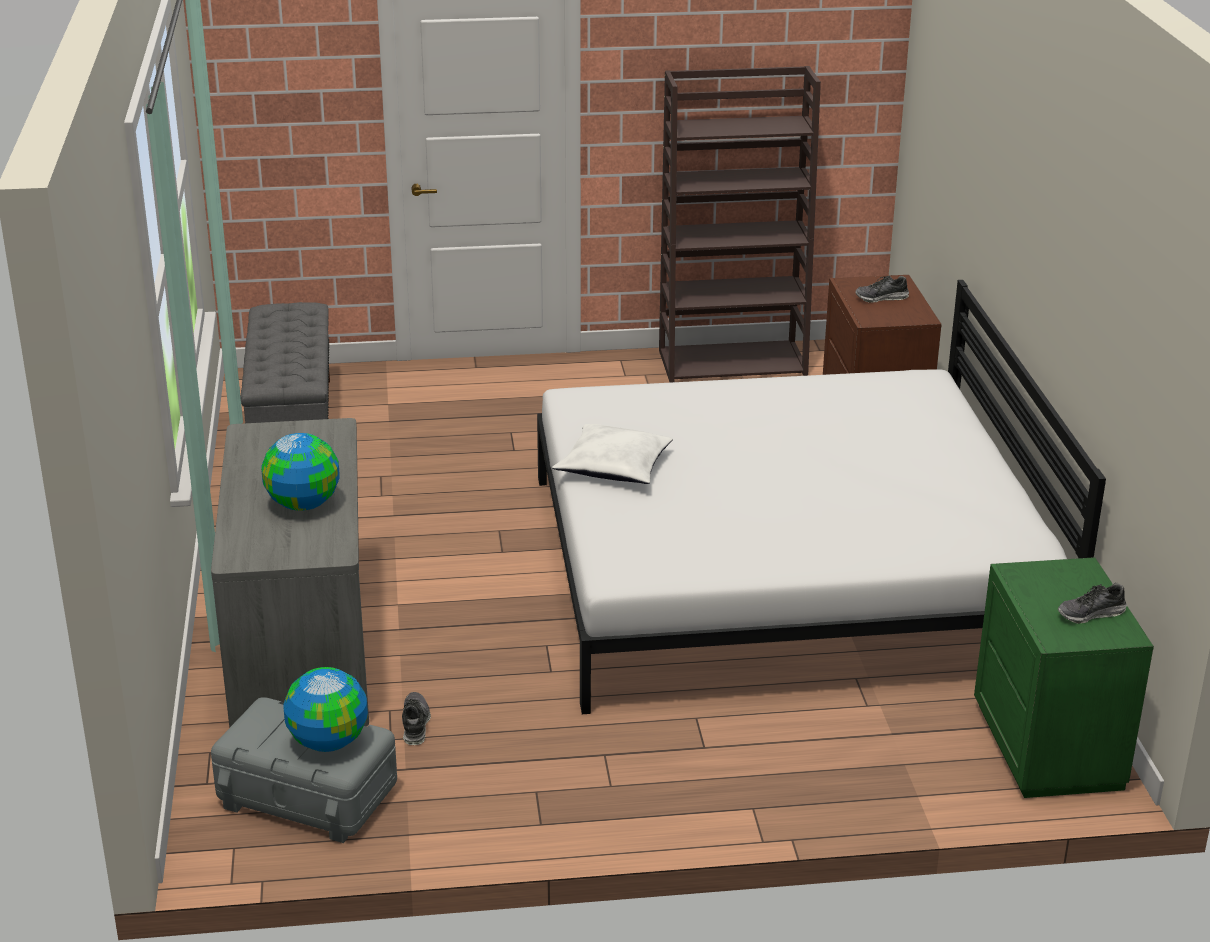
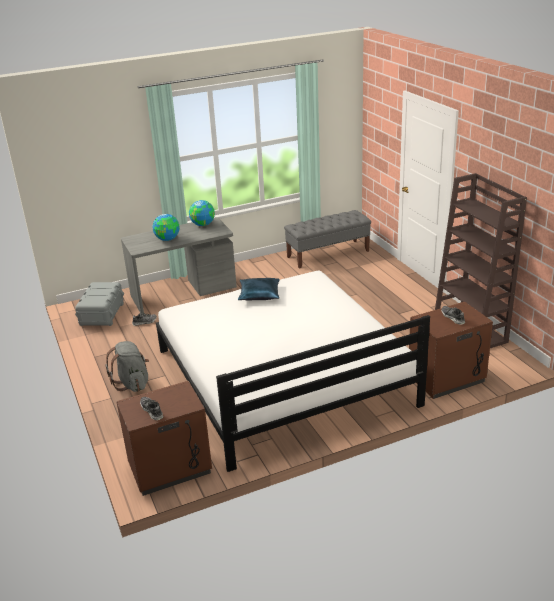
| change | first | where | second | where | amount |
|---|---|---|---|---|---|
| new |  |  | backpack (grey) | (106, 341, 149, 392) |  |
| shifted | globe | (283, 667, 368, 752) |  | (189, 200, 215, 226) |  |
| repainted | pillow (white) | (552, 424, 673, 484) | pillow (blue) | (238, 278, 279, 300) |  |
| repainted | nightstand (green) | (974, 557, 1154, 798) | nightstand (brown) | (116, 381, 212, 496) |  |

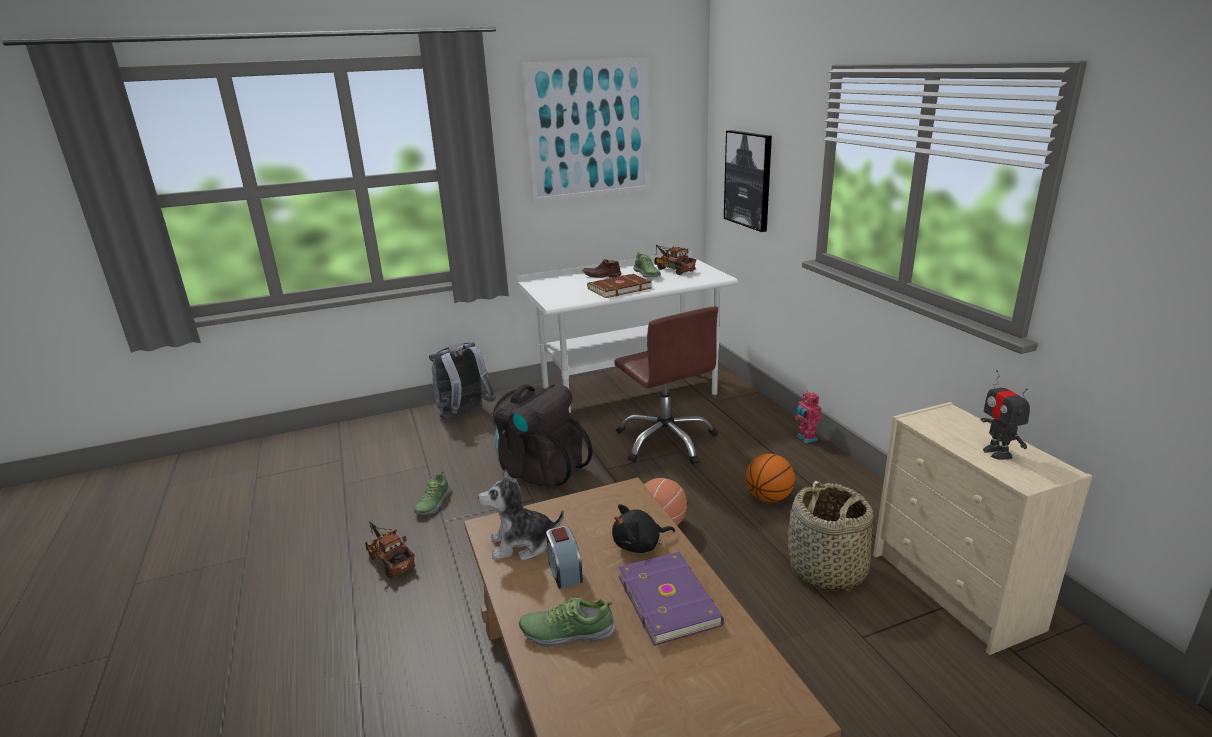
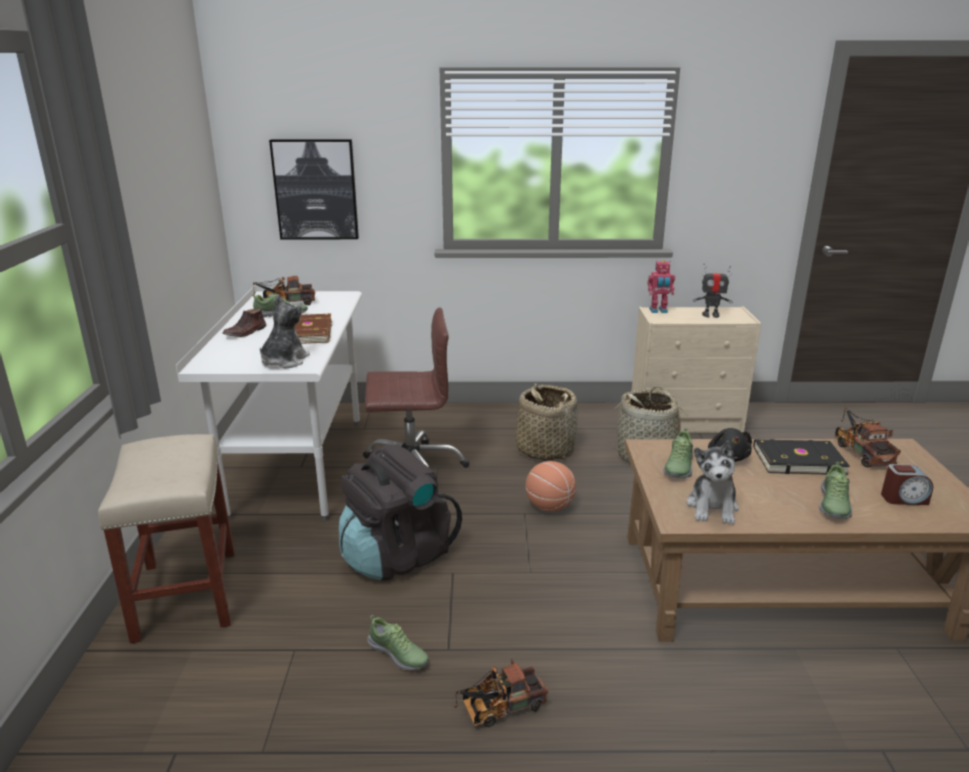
| change | first | where | second | where | amount |
|---|---|---|---|---|---|
| gone | picture | (521, 57, 650, 203) |  |  |  |
| new |  |  | plush toy | (260, 294, 310, 369) |  |
| new |  |  | shoe | (663, 428, 693, 478) |  |
| new |  |  | toy truck | (834, 408, 901, 468) |  |
| shifted | alarm clock | (546, 526, 583, 589) |  | (881, 464, 933, 505) |  |
| shifted | toy robot | (795, 390, 821, 443) |  | (647, 260, 675, 313) |  |
| swapped | backpack (grey) | (429, 342, 496, 419) | stool (beige) | (98, 434, 235, 643) |  |
| swapped | basketball | (746, 454, 795, 502) | basket | (516, 383, 578, 461) |  |
| repainted | book (purple) | (618, 552, 724, 646) | book (black) | (753, 439, 850, 475) |  |

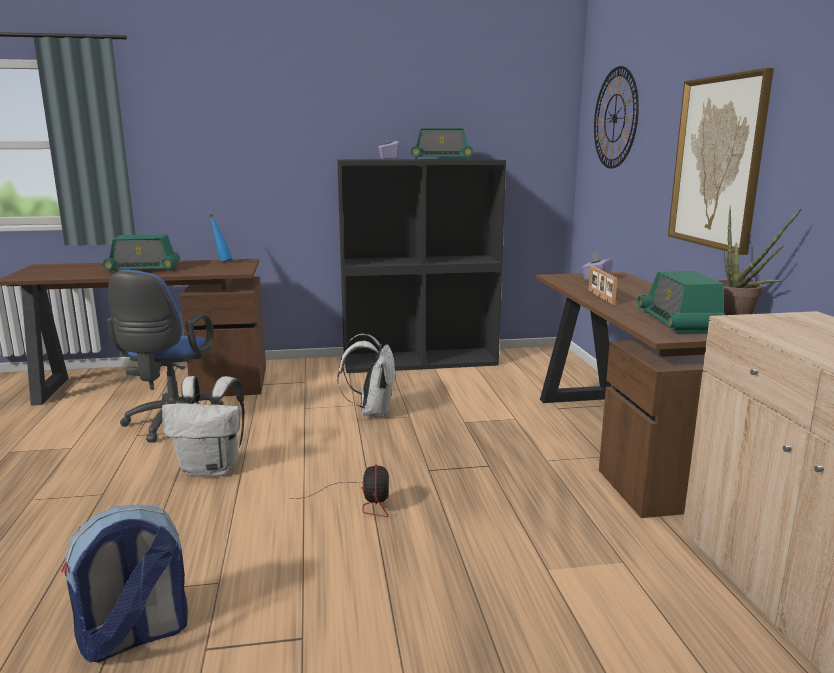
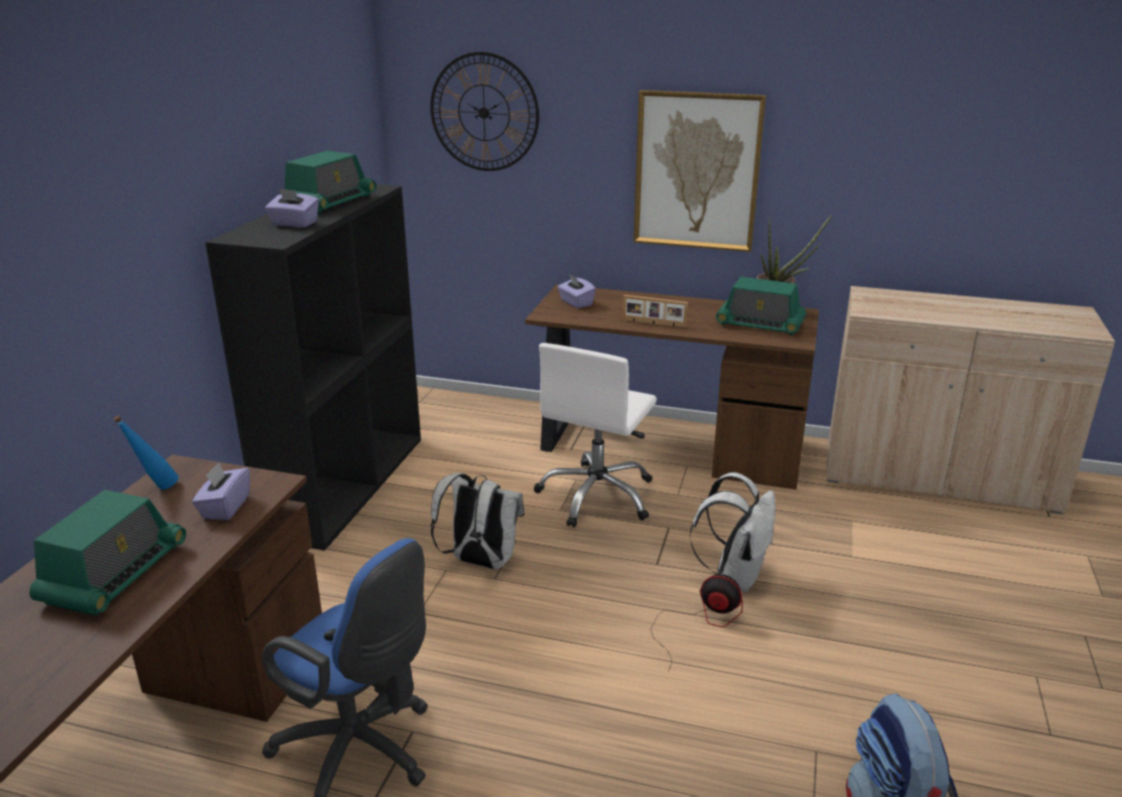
| change | first | where | second | where | amount |
|---|---|---|---|---|---|
| new |  |  | tissue box (purple) | (192, 462, 250, 520) |  |
| new |  |  | office chair (white) | (534, 343, 657, 528) |  |
| shifted | backpack (white) | (162, 376, 245, 477) |  | (690, 472, 776, 592) |  |

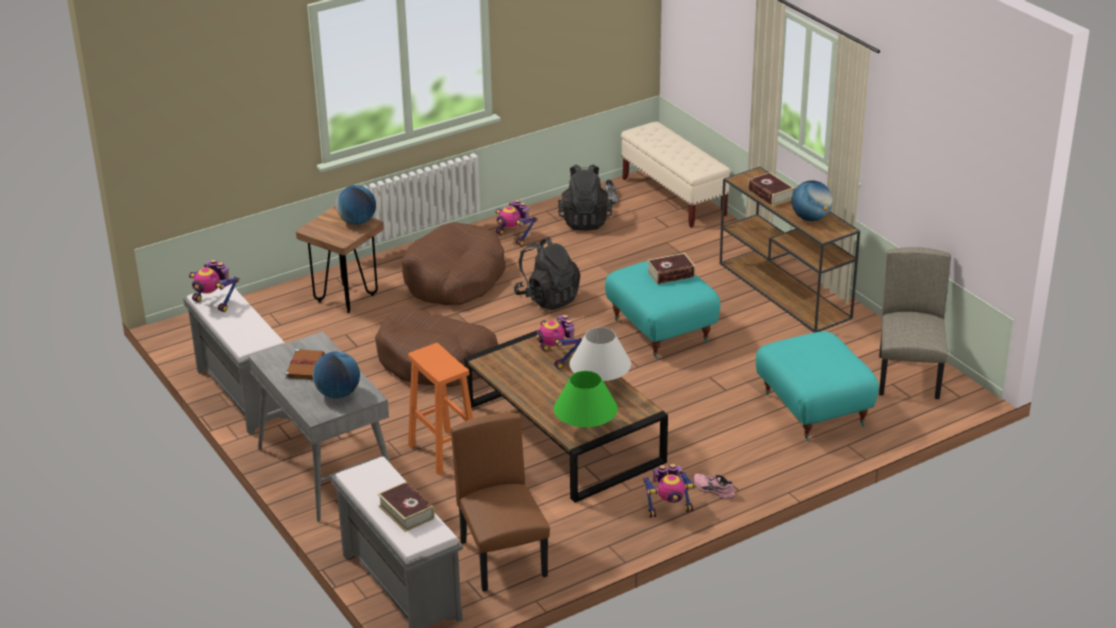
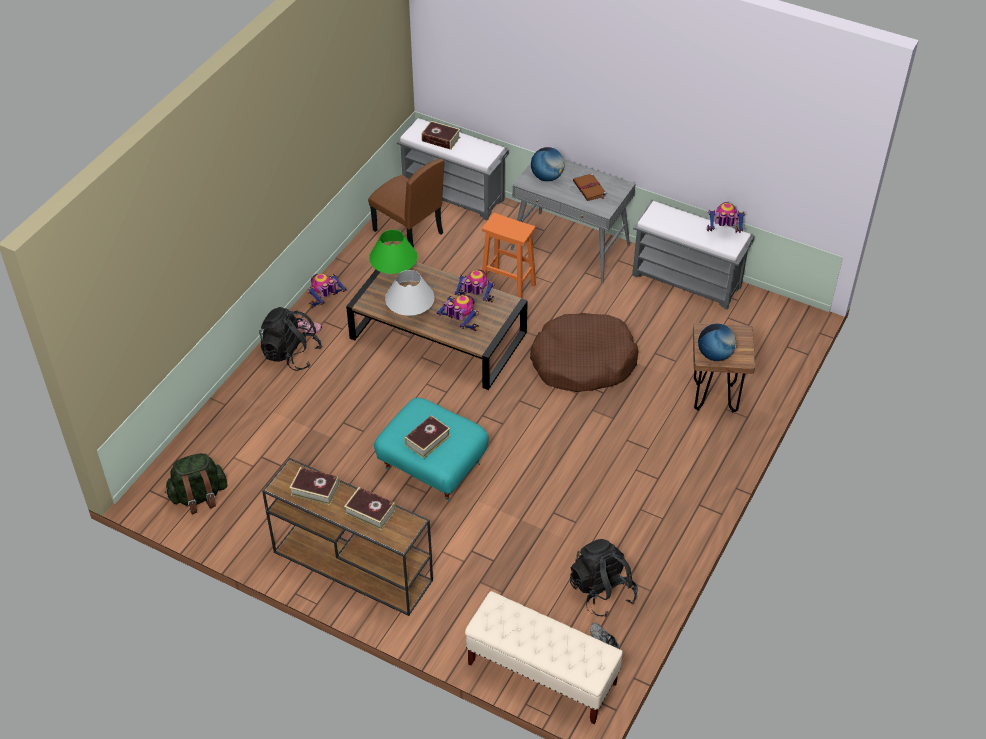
| change | first | where | second | where | amount |
|---|---|---|---|---|---|
| gone | dog bed (brown) | (401, 222, 506, 305) |  |  |  |
| gone | ottoman (turquoise) | (756, 331, 879, 441) |  |  |  |
| shifted | toy robot | (496, 200, 538, 246) |  | (454, 270, 495, 302) |  |
| shifted | backpack (black) | (514, 237, 580, 310) |  | (259, 307, 322, 371) |  |
| swapped | globe | (791, 180, 833, 221) | book | (290, 467, 340, 506) |  |
| swapped | chair (beige) | (879, 247, 951, 399) | backpack (green) | (165, 453, 227, 514) |  |

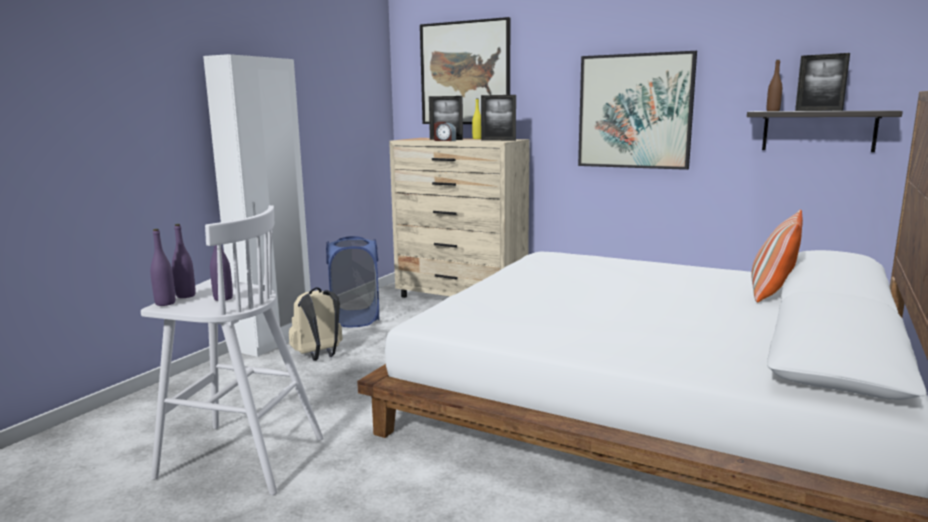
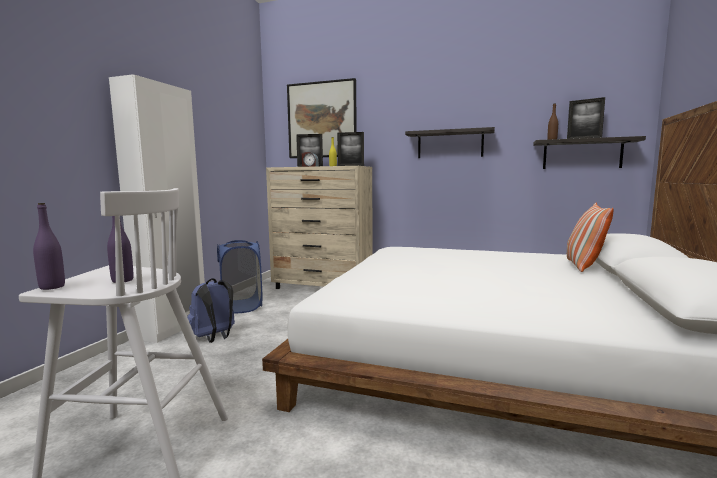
| change | first | where | second | where | amount |
|---|---|---|---|---|---|
| gone | bottle (purple) | (172, 224, 196, 298) |  |  |  |
| swapped | picture | (578, 51, 697, 170) | shelf | (405, 127, 495, 158) |  |
| repainted | backpack (beige) | (289, 287, 343, 361) | backpack (blue) | (187, 278, 235, 343) |  |

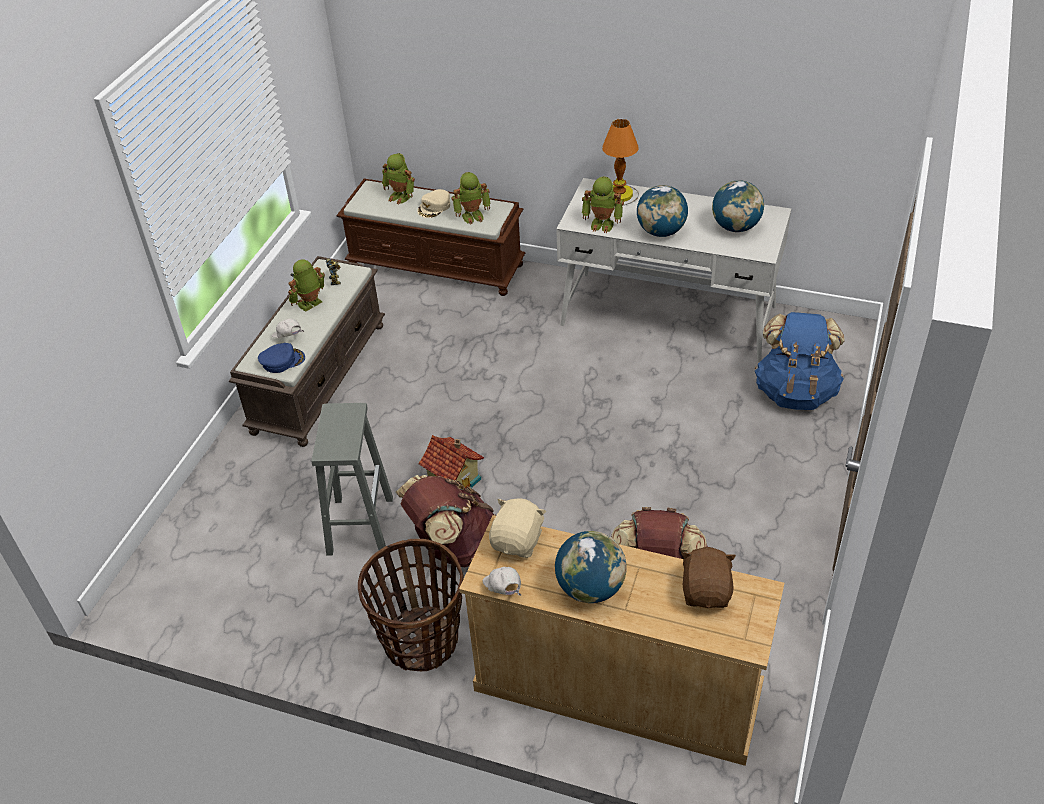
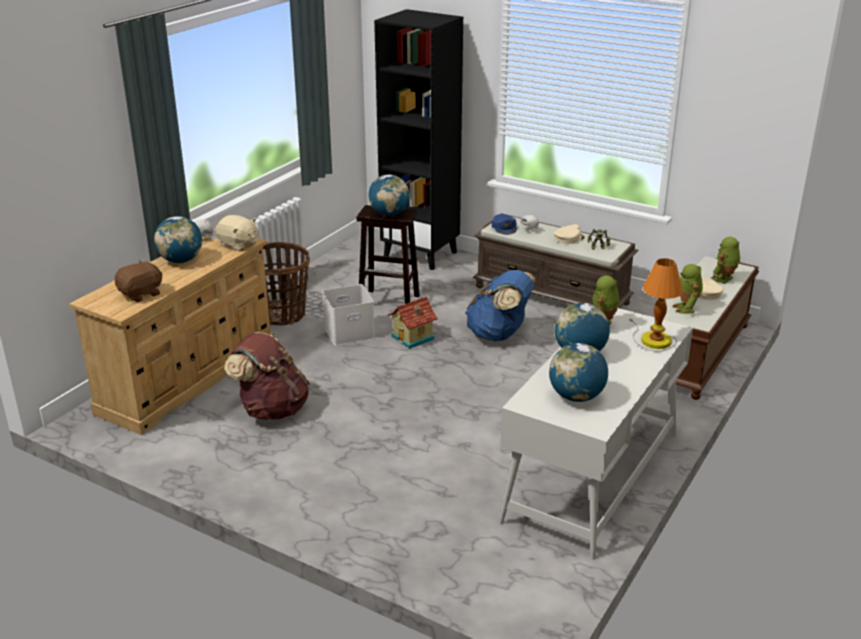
| change | first | where | second | where | amount |
|---|---|---|---|---|---|
| new |  |  | globe | (368, 174, 410, 216) |  |
| new |  |  | bookcase (black) | (374, 9, 463, 270) |  |
| shifted | backpack (blue) | (755, 312, 845, 410) |  | (465, 270, 535, 342) |  |
| swapped | toy robot | (288, 260, 325, 312) | cap (beige) | (554, 224, 585, 244) |  |
| swapped | backpack (brown) | (396, 475, 496, 567) | storage box (white) | (322, 284, 375, 346) |  |
| repainted | stool (grey) | (311, 403, 393, 555) | stool (brown) | (356, 205, 420, 304) |  |
| rotated | plush toy (brown) | (681, 547, 736, 608) |  | (115, 260, 163, 302) | 60 degrees counterclockwise |

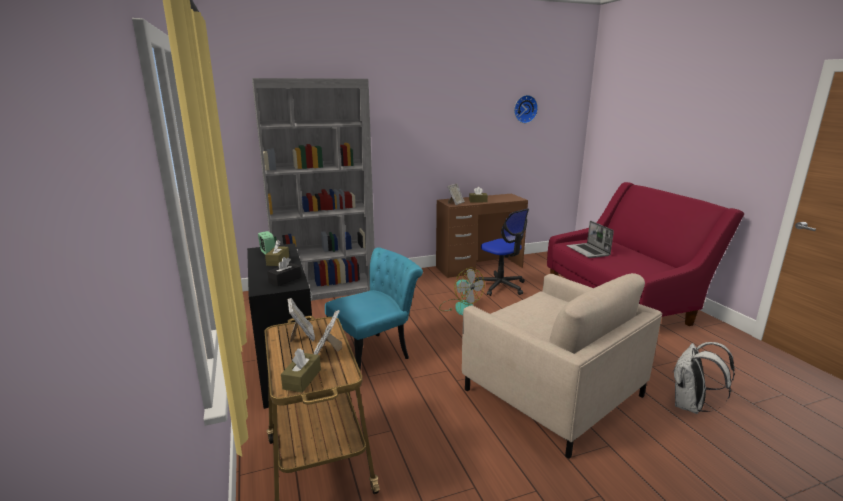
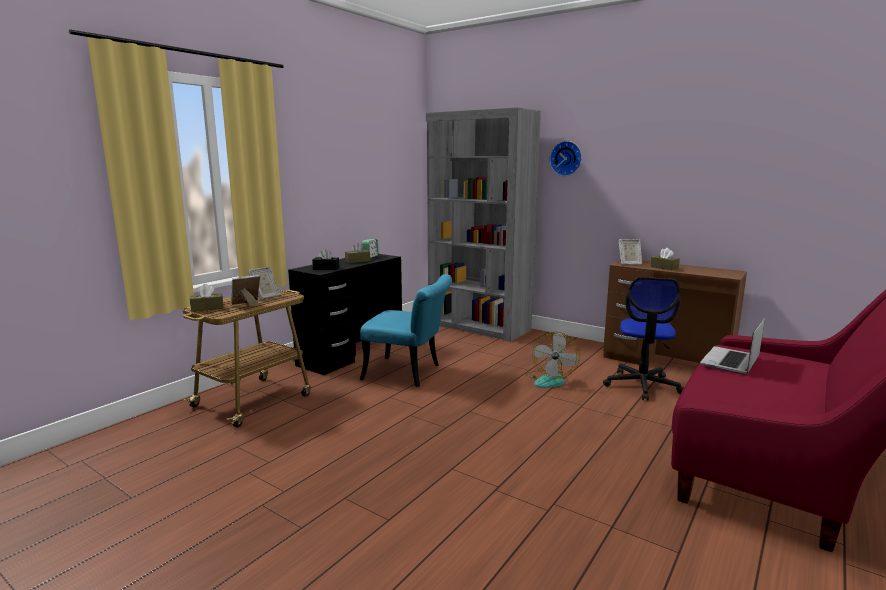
| change | first | where | second | where | amount |
|---|---|---|---|---|---|
| gone | armchair (beige) | (462, 273, 662, 459) |  |  |  |
| gone | backpack (white) | (674, 342, 735, 414) |  |  |  |
| shifted | wall clock | (514, 95, 538, 123) |  | (550, 141, 582, 176) |  |

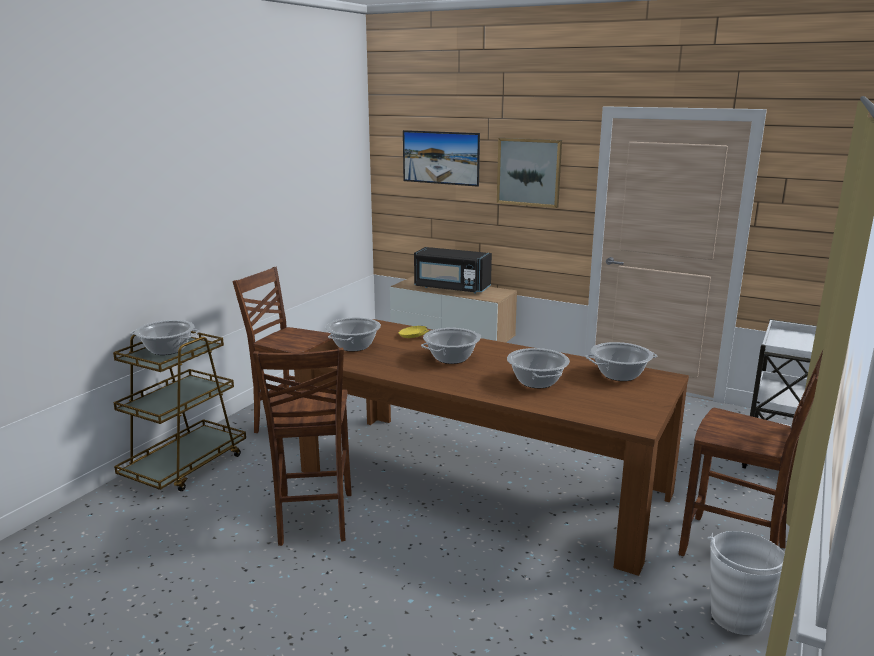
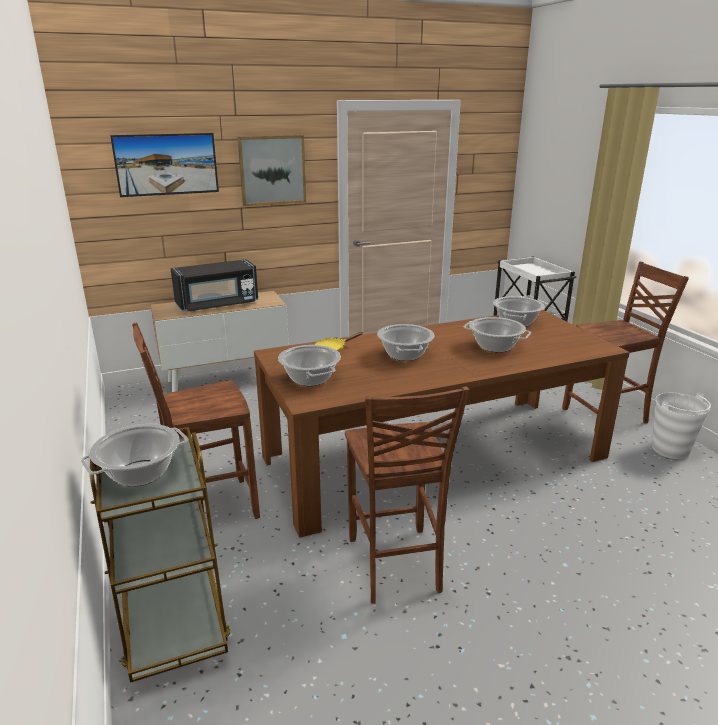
| change | first | where | second | where | amount |
|---|---|---|---|---|---|
| rotated | chair (brown) | (253, 348, 351, 546) |  | (345, 386, 469, 604) | 45 degrees clockwise |

